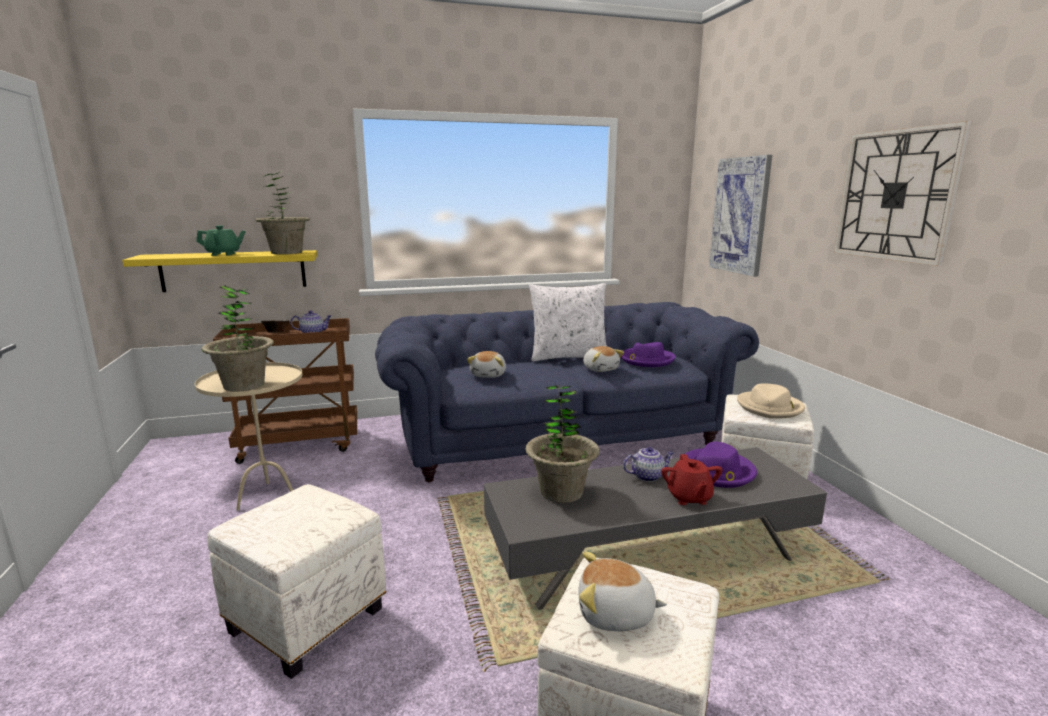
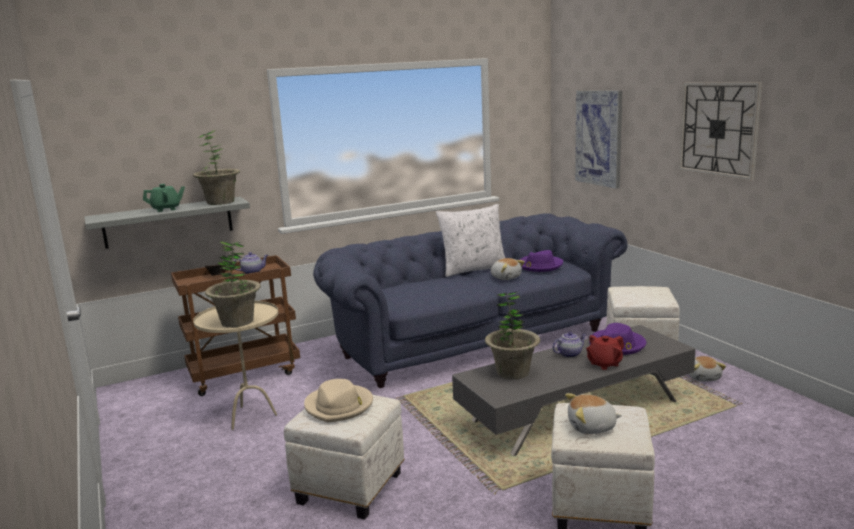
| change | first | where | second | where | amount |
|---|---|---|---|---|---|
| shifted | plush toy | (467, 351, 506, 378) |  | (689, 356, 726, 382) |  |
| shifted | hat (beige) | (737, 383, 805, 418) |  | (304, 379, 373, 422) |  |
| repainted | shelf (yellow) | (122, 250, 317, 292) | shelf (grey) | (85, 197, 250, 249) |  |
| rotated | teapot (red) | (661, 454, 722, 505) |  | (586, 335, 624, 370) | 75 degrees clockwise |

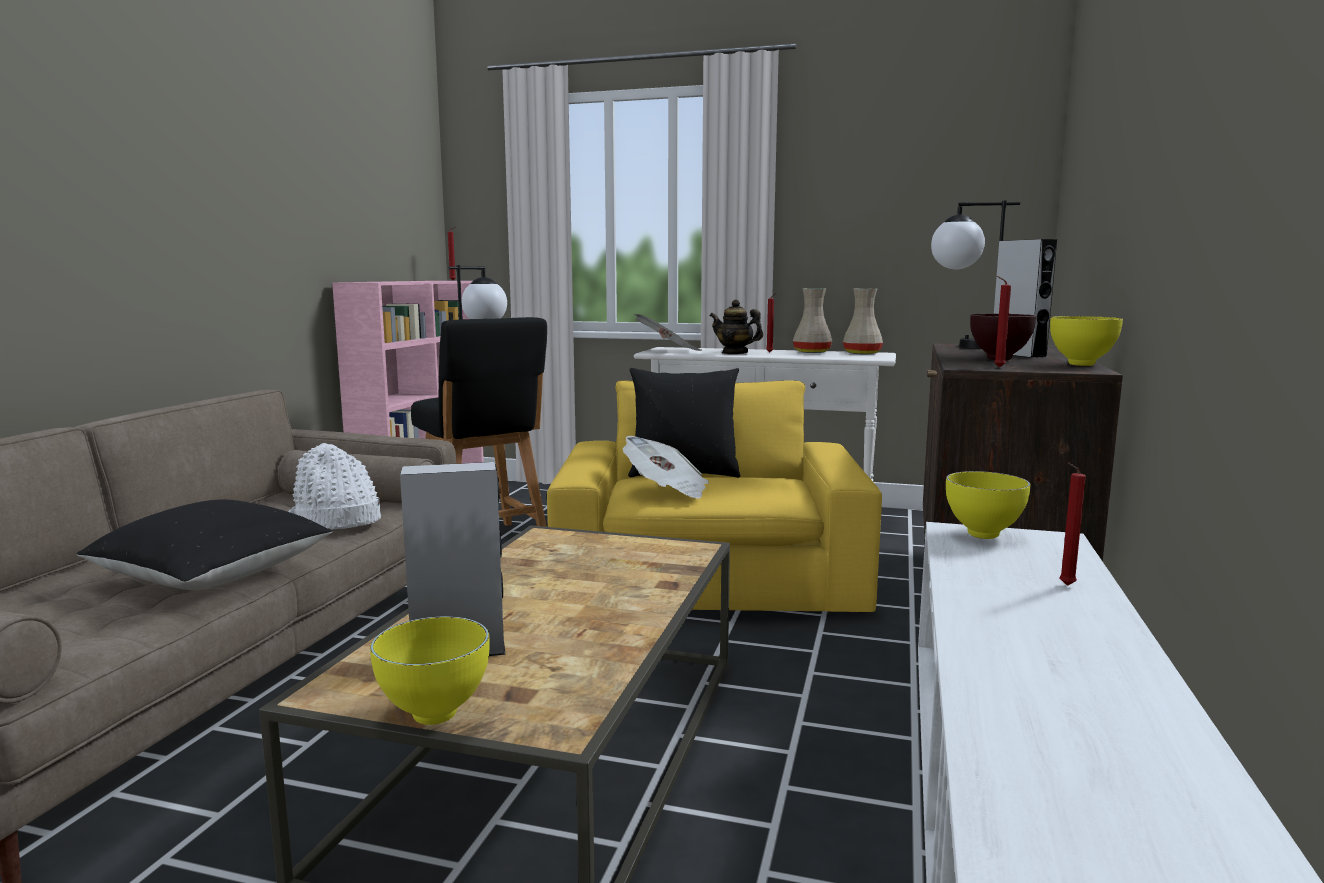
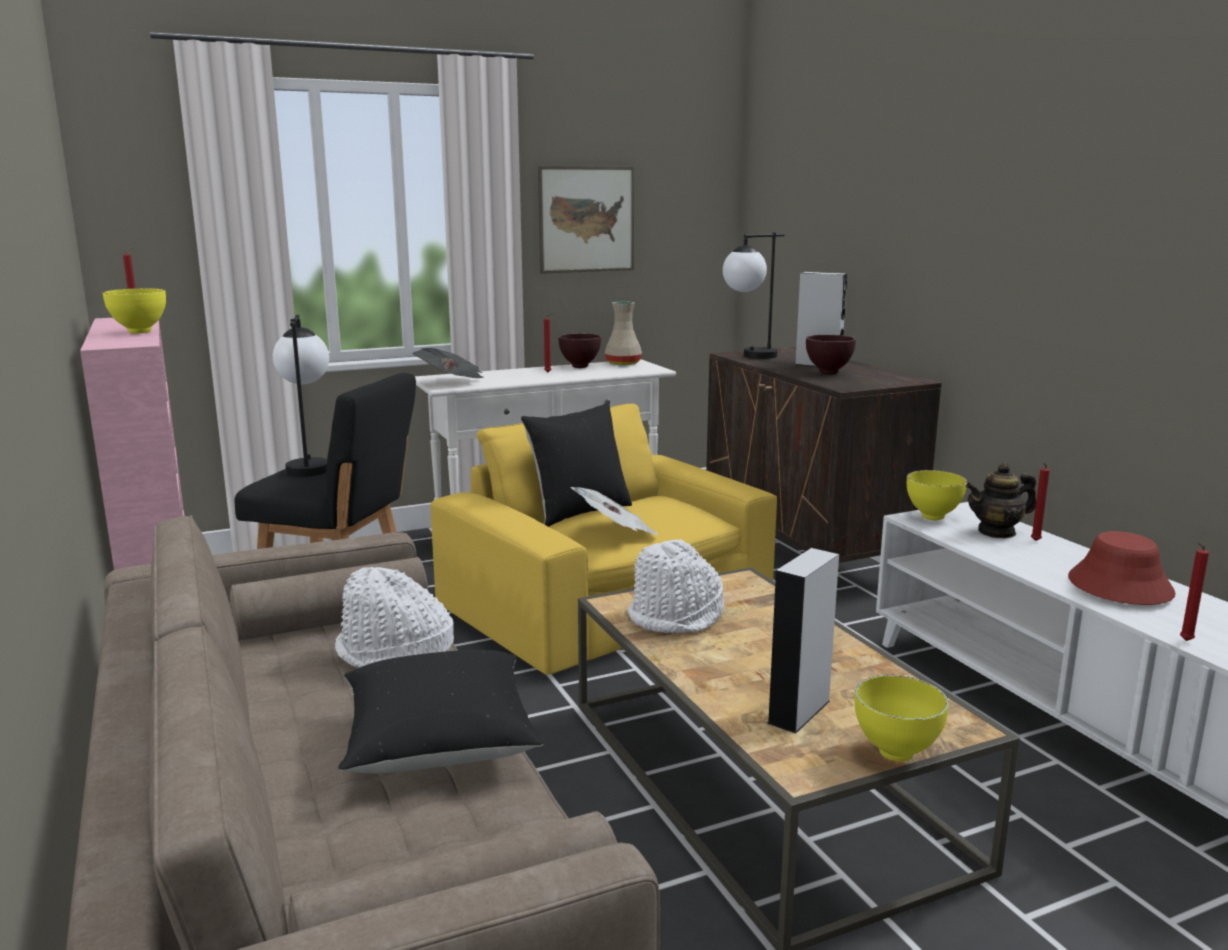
| change | first | where | second | where | amount |
|---|---|---|---|---|---|
| new |  |  | picture | (538, 166, 634, 274) |  |
| new |  |  | hat (white) | (628, 539, 724, 633) |  |
| new |  |  | hat (red) | (1068, 531, 1176, 605) |  |
| shifted | teapot | (710, 299, 763, 354) |  | (966, 463, 1036, 538) |  |
| shifted | candle (red) | (994, 276, 1011, 367) |  | (1180, 543, 1209, 641) |  |
| shifted | bowl (yellow) | (1050, 316, 1123, 366) |  | (103, 288, 166, 334) |  |
| swapped | vase (beige) | (793, 288, 832, 353) | bowl (brown) | (559, 333, 601, 368) |  |

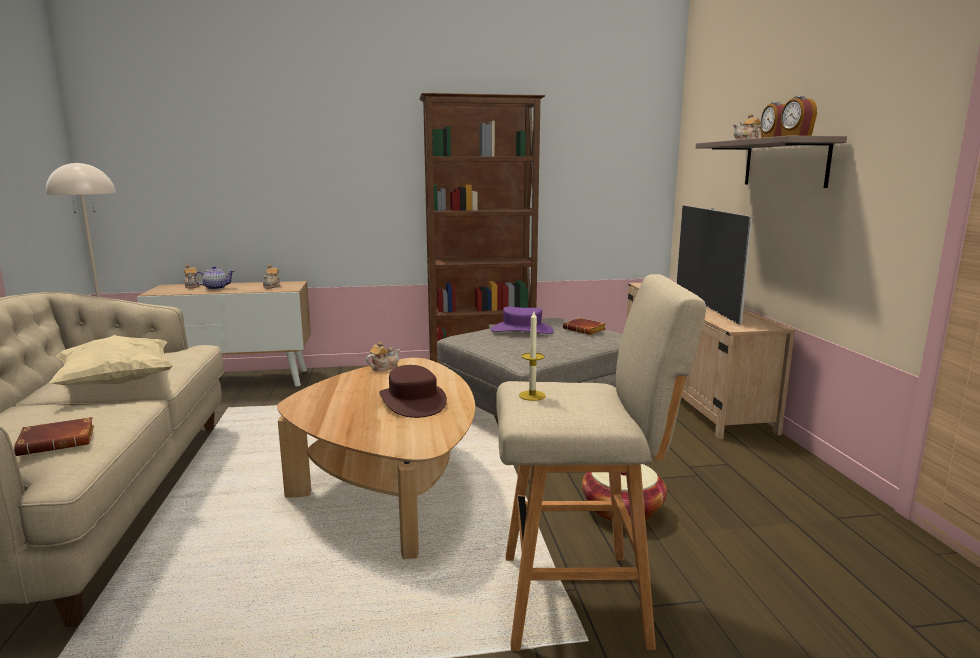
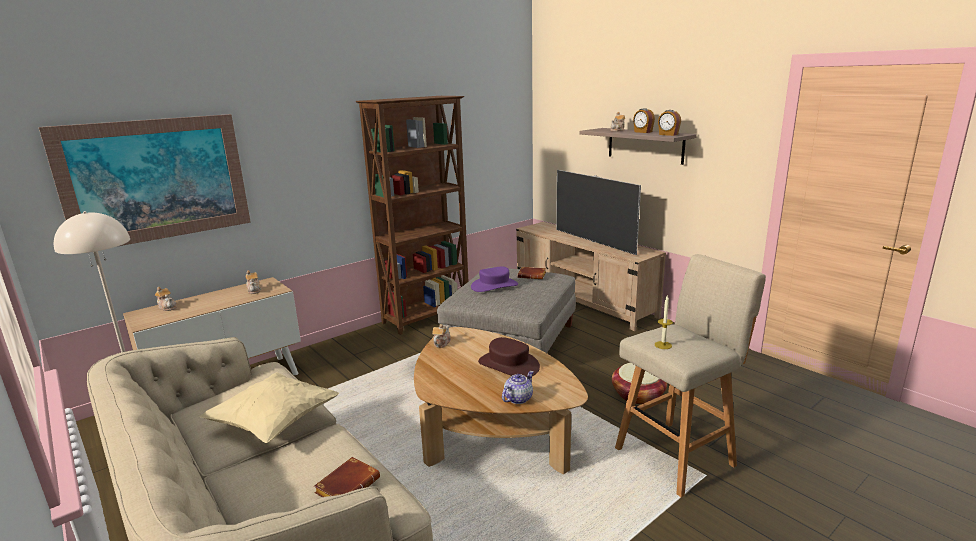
| change | first | where | second | where | amount |
|---|---|---|---|---|---|
| new |  |  | picture | (39, 114, 251, 246) |  |
| shifted | teapot | (194, 266, 234, 290) |  | (502, 371, 534, 404) |  |

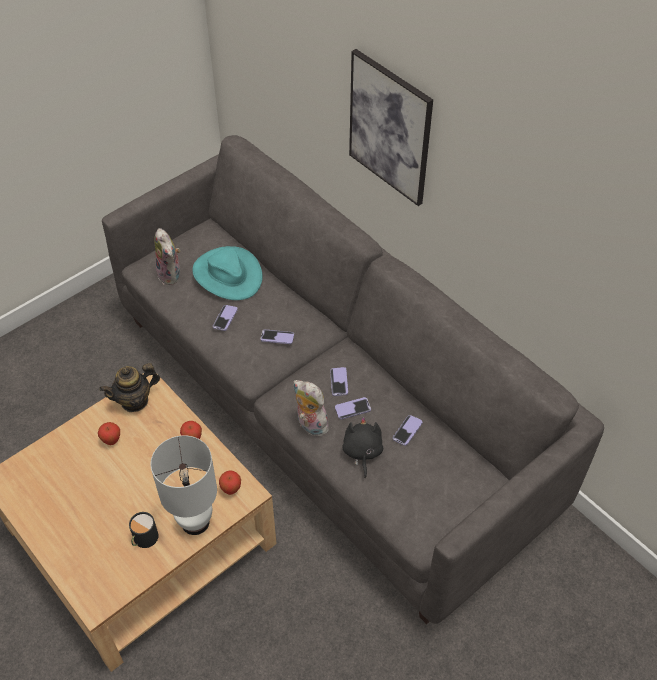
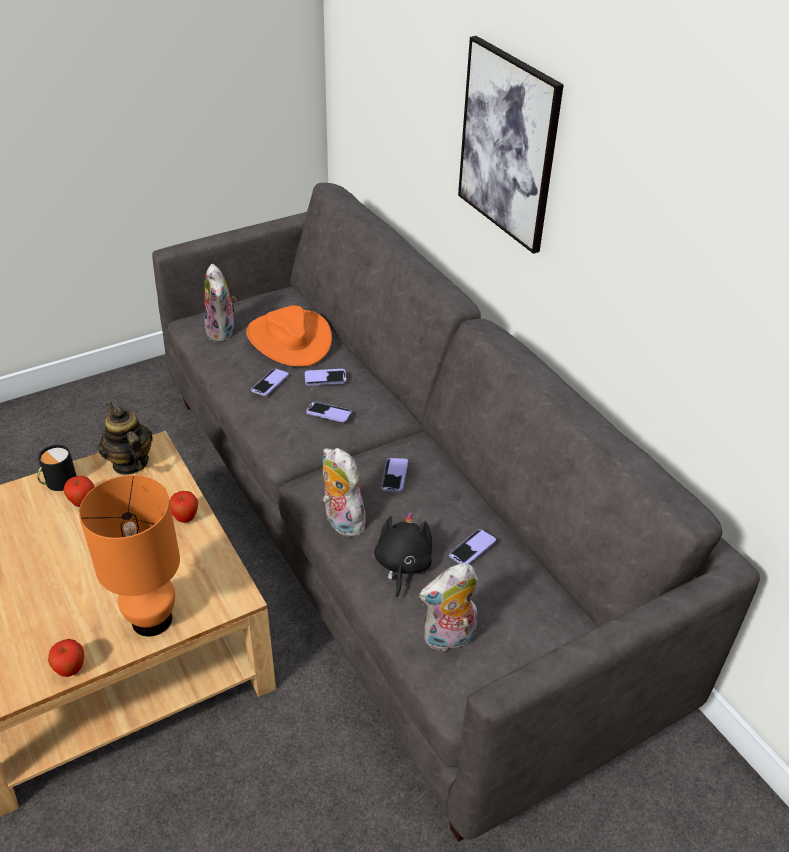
| change | first | where | second | where | amount |
|---|---|---|---|---|---|
| new |  |  | plush toy | (419, 563, 478, 651) |  |
| shifted | mug (black) | (129, 512, 159, 548) |  | (37, 445, 77, 491) |  |
| shifted | apple | (219, 471, 241, 495) |  | (48, 639, 84, 677) |  |
| shifted | phone | (335, 397, 371, 419) |  | (305, 369, 346, 386) |  |
| repainted | table lamp (white) | (151, 435, 217, 535) | table lamp (orange) | (79, 475, 180, 637) |  |
| repainted | hat (turquoise) | (192, 246, 263, 300) | hat (orange) | (246, 306, 332, 367) |  |
| rotated | teapot | (99, 363, 160, 412) |  | (99, 402, 153, 475) | 75 degrees clockwise |

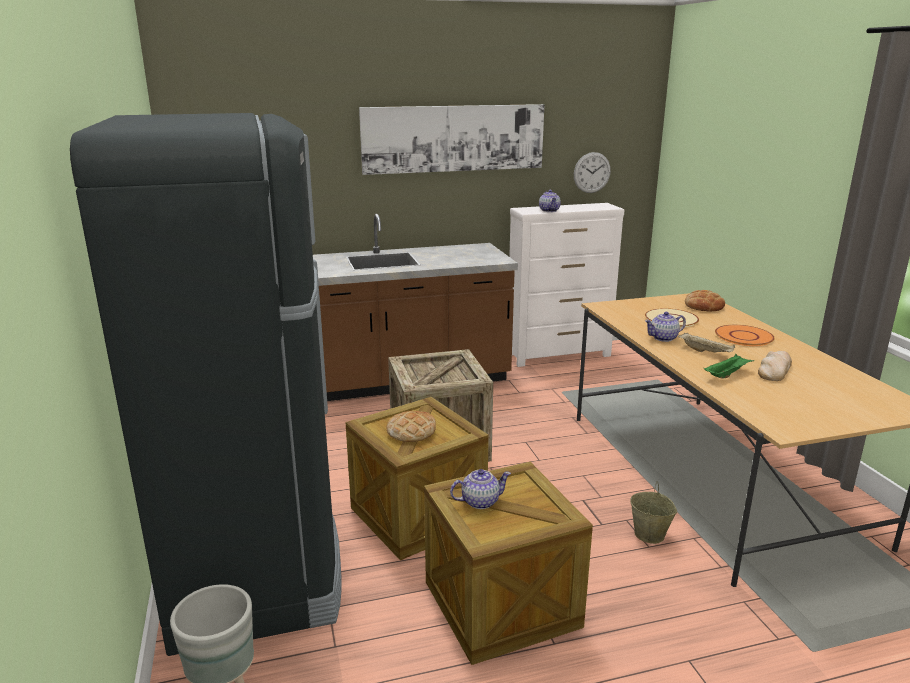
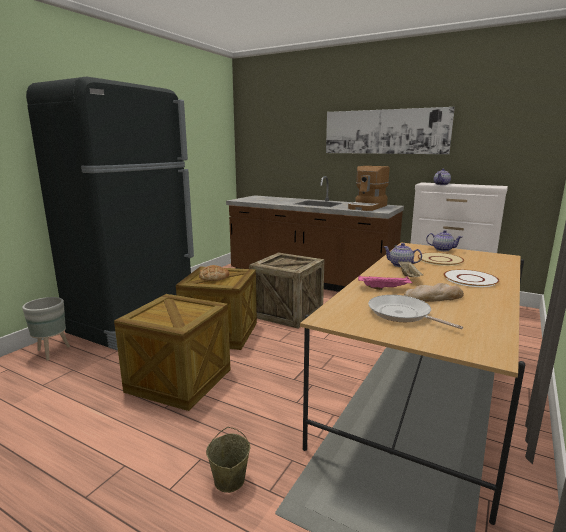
| change | first | where | second | where | amount |
|---|---|---|---|---|---|
| gone | wall clock | (574, 152, 611, 193) |  |  |  |
| gone | bread | (685, 290, 725, 311) |  |  |  |
| new |  |  | coffee machine | (348, 166, 389, 211) |  |
| new |  |  | frying pan | (368, 295, 463, 329) |  |
| shifted | teapot | (450, 469, 511, 509) |  | (426, 230, 462, 251) |  |
| shifted | bucket (beige) | (630, 481, 677, 544) |  | (206, 427, 250, 493) |  |
| repainted | tray (green) | (704, 354, 754, 379) | tray (pink) | (358, 275, 413, 290) |  |
| repainted | plate (orange) | (715, 325, 774, 346) | plate (white) | (444, 269, 499, 287) |  |

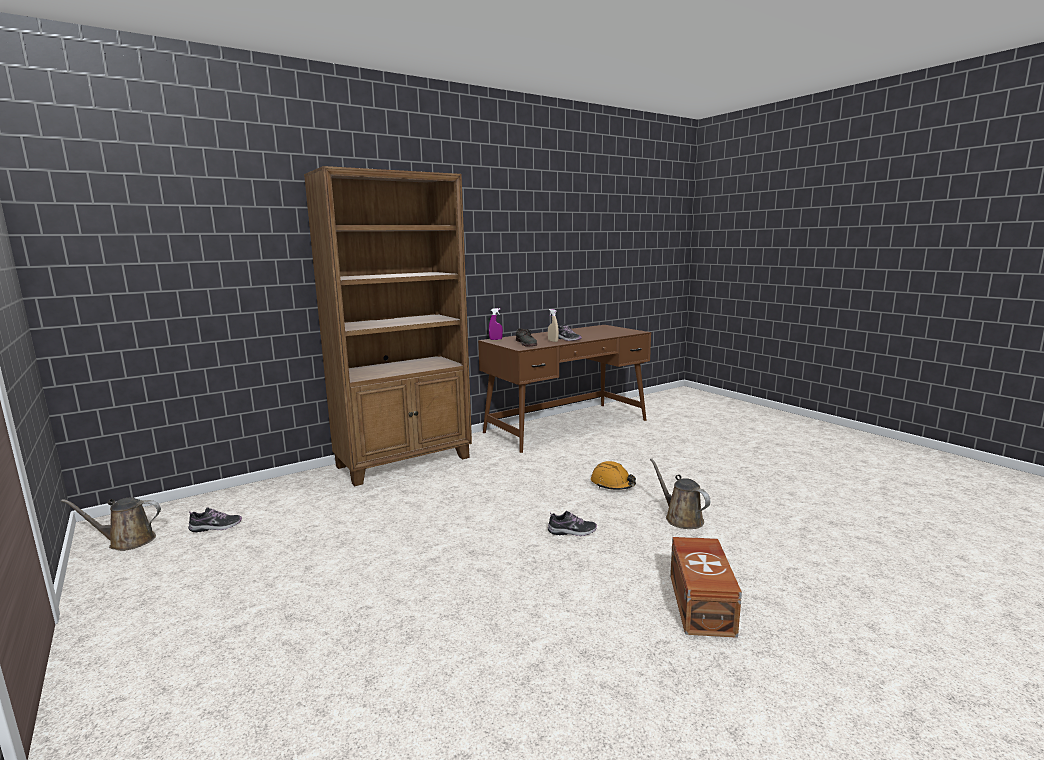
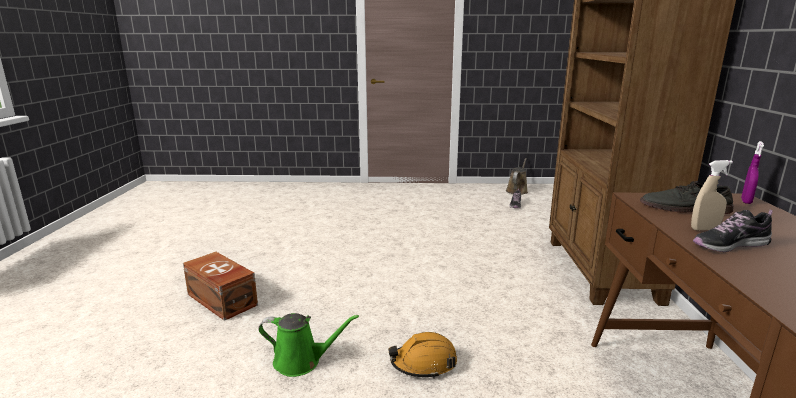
| change | first | where | second | where | amount |
|---|---|---|---|---|---|
| gone | shoe | (548, 511, 597, 536) |  |  |  |
| repainted | watering can (brown) | (650, 458, 710, 529) | watering can (green) | (258, 313, 359, 377) |  |

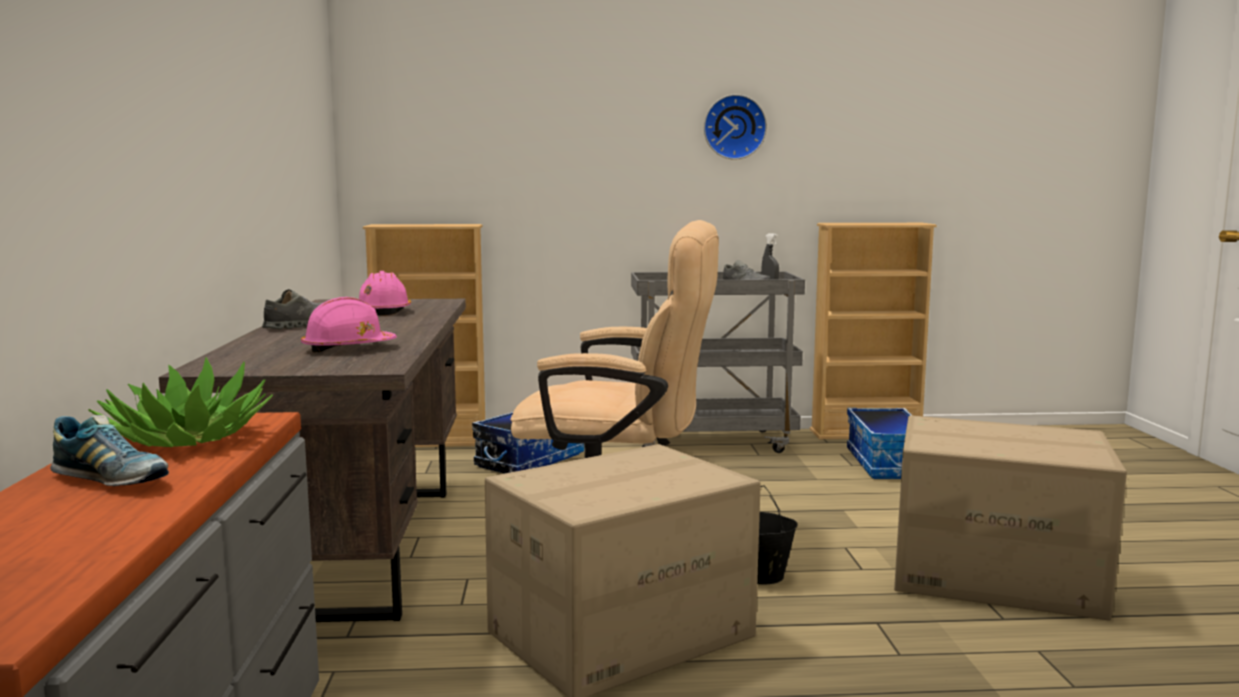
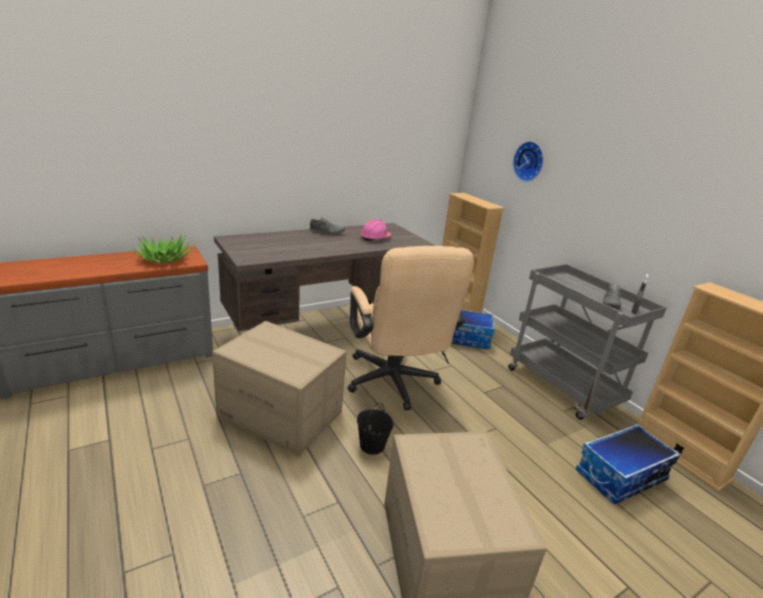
| change | first | where | second | where | amount |
|---|---|---|---|---|---|
| gone | shoe | (50, 415, 169, 486) |  |  |  |
| gone | hard hat (pink) | (301, 297, 397, 352) |  |  |  |
| shifted | wall clock | (704, 94, 767, 160) |  | (513, 141, 544, 182) |  |

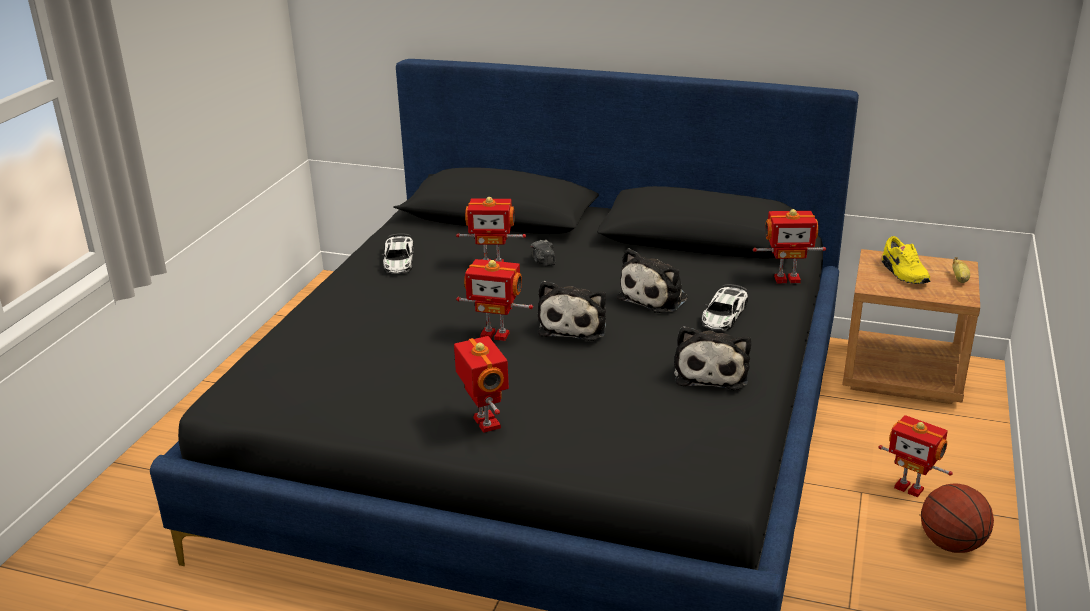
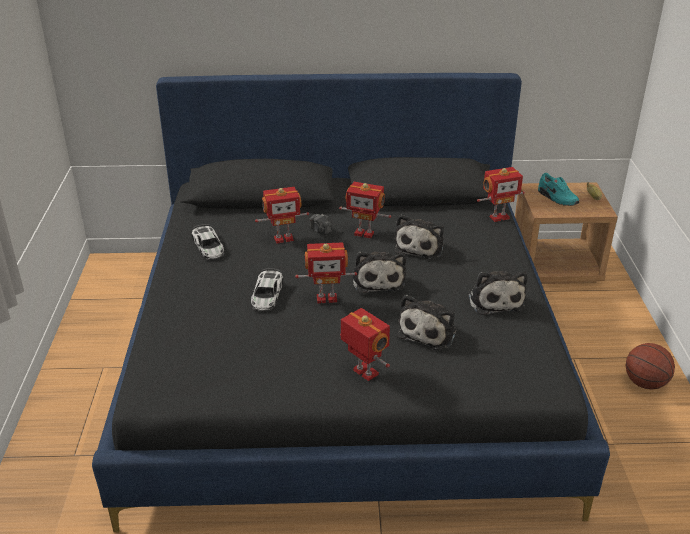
| change | first | where | second | where | amount |
|---|---|---|---|---|---|
| new |  |  | plush toy | (397, 295, 457, 350) |  |
| shifted | toy car | (702, 284, 748, 331) |  | (251, 268, 283, 312) |  |
| shifted | toy robot | (878, 415, 953, 497) |  | (339, 182, 391, 238) |  |
| repainted | shoe (yellow) | (882, 236, 930, 284) | shoe (turquoise) | (538, 173, 579, 206) |  |

